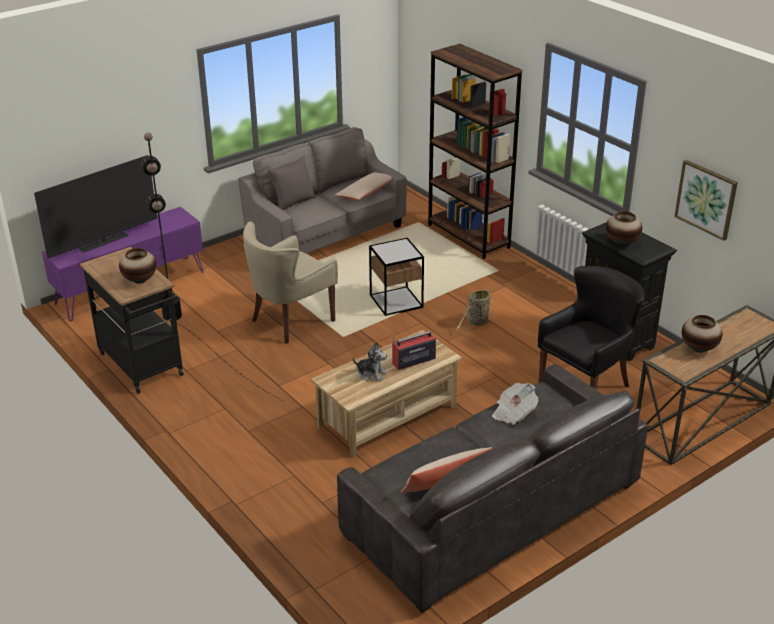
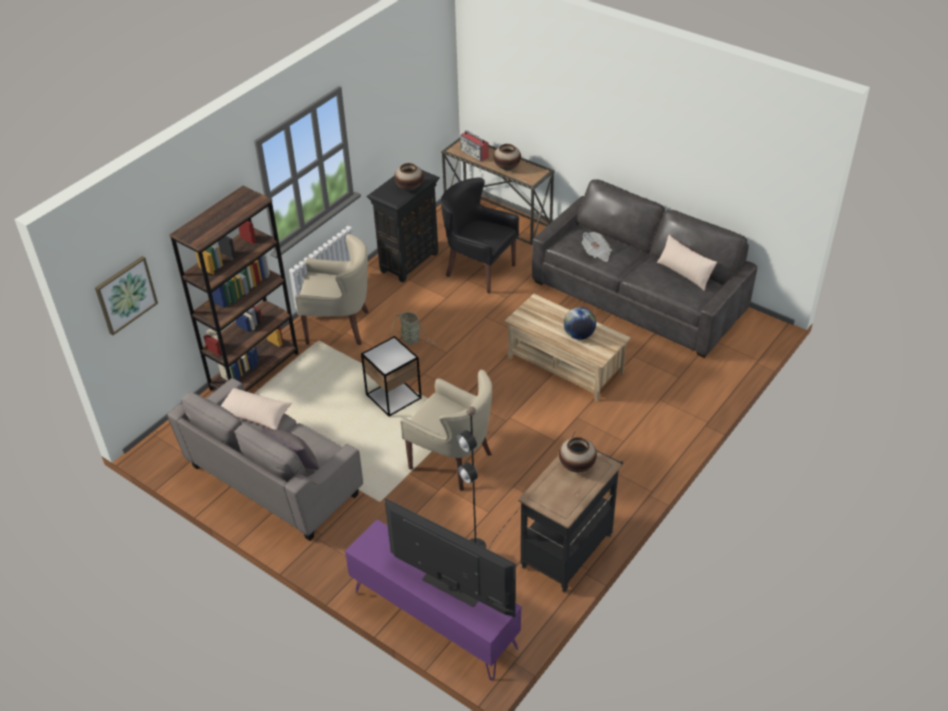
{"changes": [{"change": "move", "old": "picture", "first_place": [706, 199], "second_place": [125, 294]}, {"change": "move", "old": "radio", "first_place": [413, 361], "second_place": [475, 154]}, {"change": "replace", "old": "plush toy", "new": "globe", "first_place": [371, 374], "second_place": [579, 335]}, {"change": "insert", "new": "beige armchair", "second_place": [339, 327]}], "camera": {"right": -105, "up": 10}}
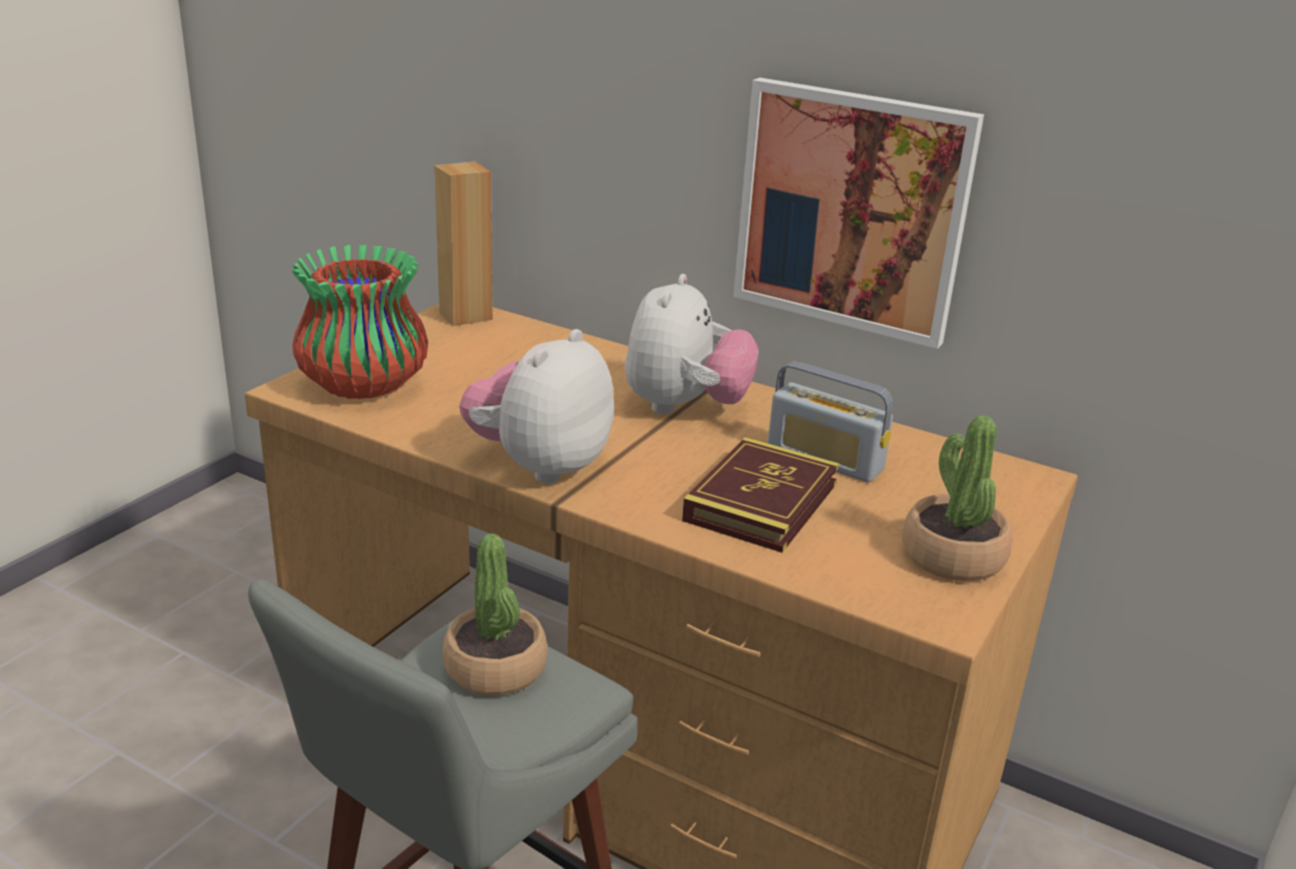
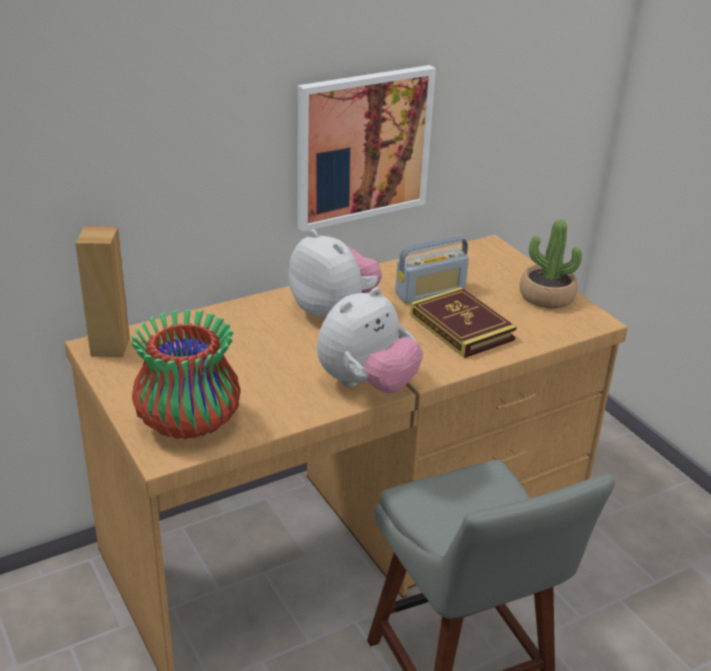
{"changes": [{"change": "rotate", "old": "plush toy", "first_place": [539, 466], "second_place": [367, 384], "degrees": -105}, {"change": "delete", "old": "potted plant", "first_place": [496, 667]}], "camera": {"right": -60, "up": 5}}
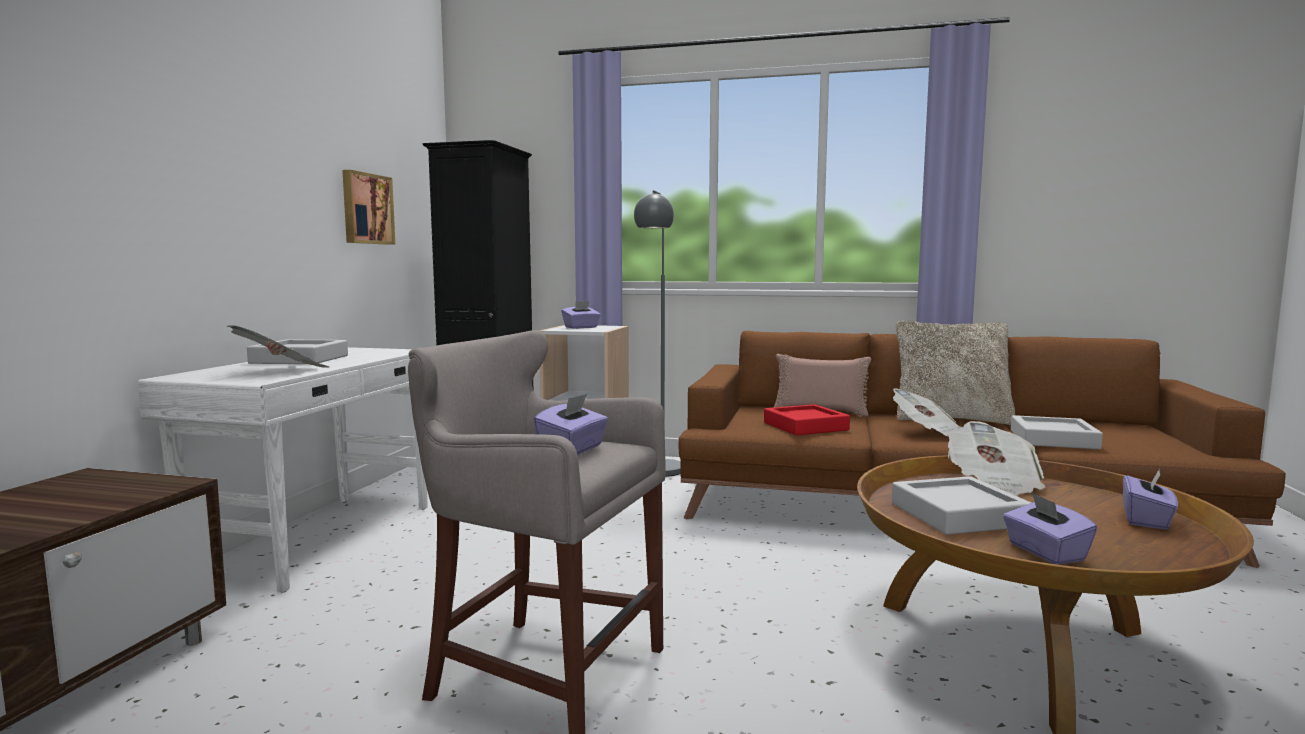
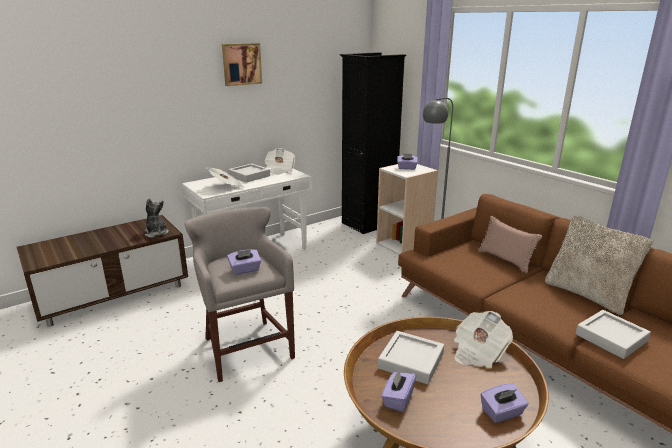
{"changes": [{"change": "move", "old": "picture", "first_place": [366, 209], "second_place": [241, 64]}, {"change": "move", "old": "newspaper", "first_place": [927, 433], "second_place": [280, 170]}, {"change": "delete", "old": "red tray", "first_place": [805, 426]}, {"change": "insert", "new": "plush toy", "second_place": [156, 233]}], "camera": {"right": 40, "up": 15}}
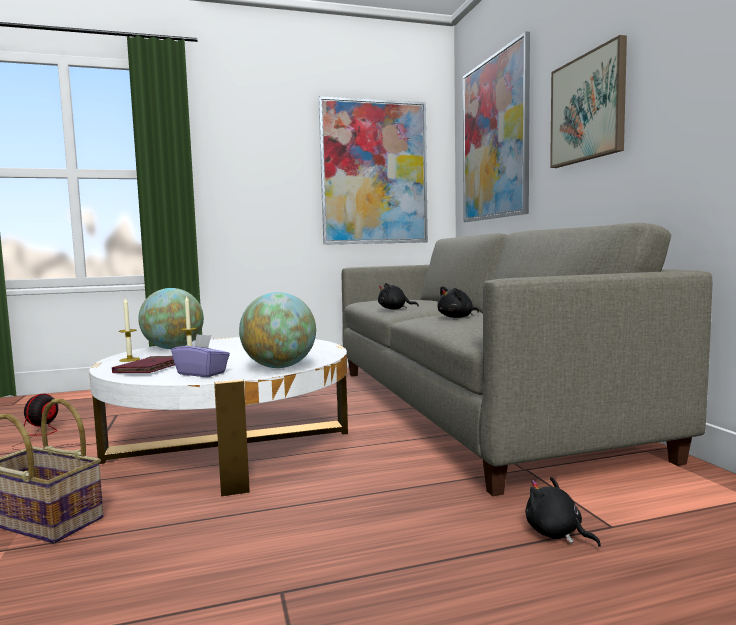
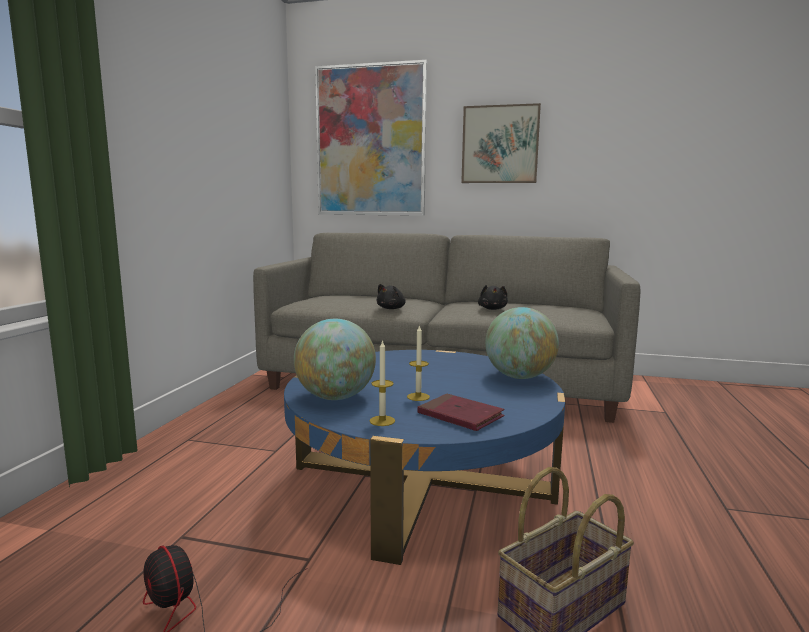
{"changes": [{"change": "delete", "old": "picture", "first_place": [374, 173]}, {"change": "delete", "old": "purple tissue box", "first_place": [202, 373]}, {"change": "recolor", "old": "white coffee table", "new": "blue coffee table", "first_place": [230, 444], "second_place": [421, 480]}, {"change": "delete", "old": "black plush toy", "first_place": [556, 533]}], "camera": {"right": -60, "up": 5}}
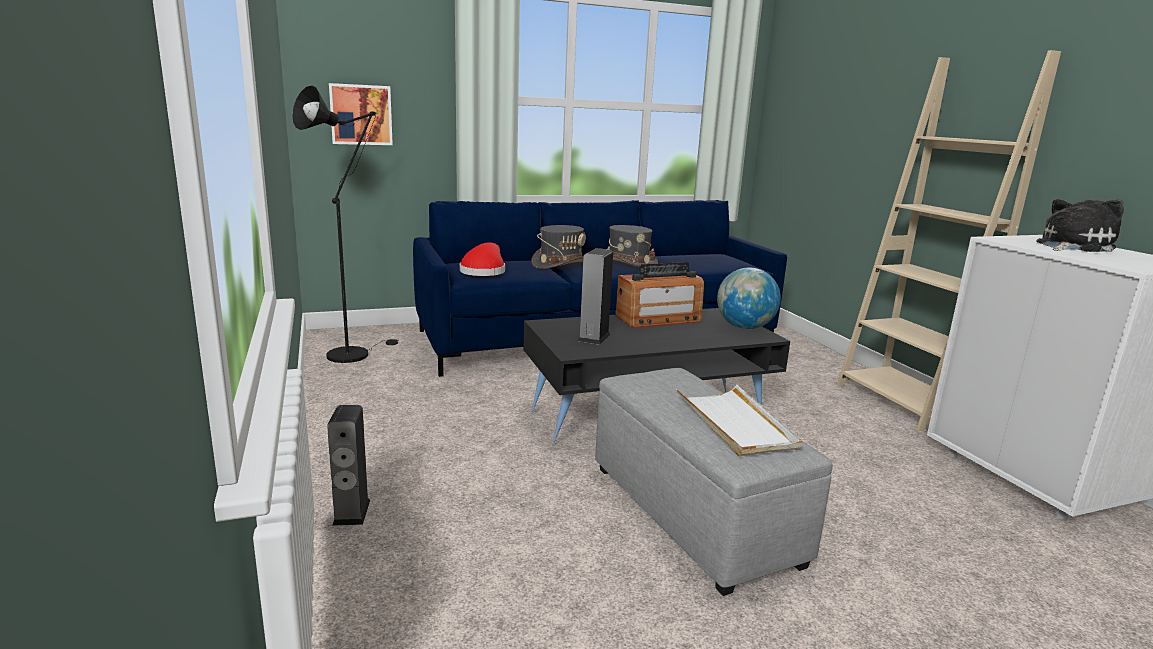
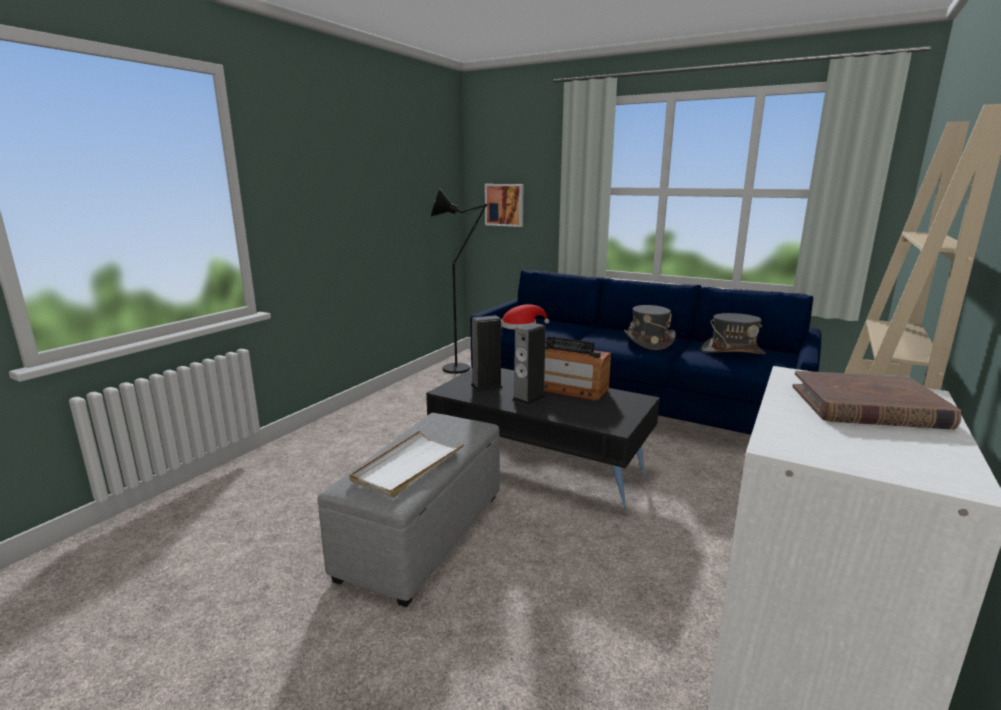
{"changes": [{"change": "replace", "old": "plush toy", "new": "brown book", "first_place": [1071, 246], "second_place": [867, 406]}, {"change": "move", "old": "grey hat", "first_place": [560, 264], "second_place": [732, 351]}, {"change": "delete", "old": "globe", "first_place": [744, 327]}, {"change": "move", "old": "speaker", "first_place": [351, 512], "second_place": [529, 398]}], "camera": {"right": 50, "up": 0}}
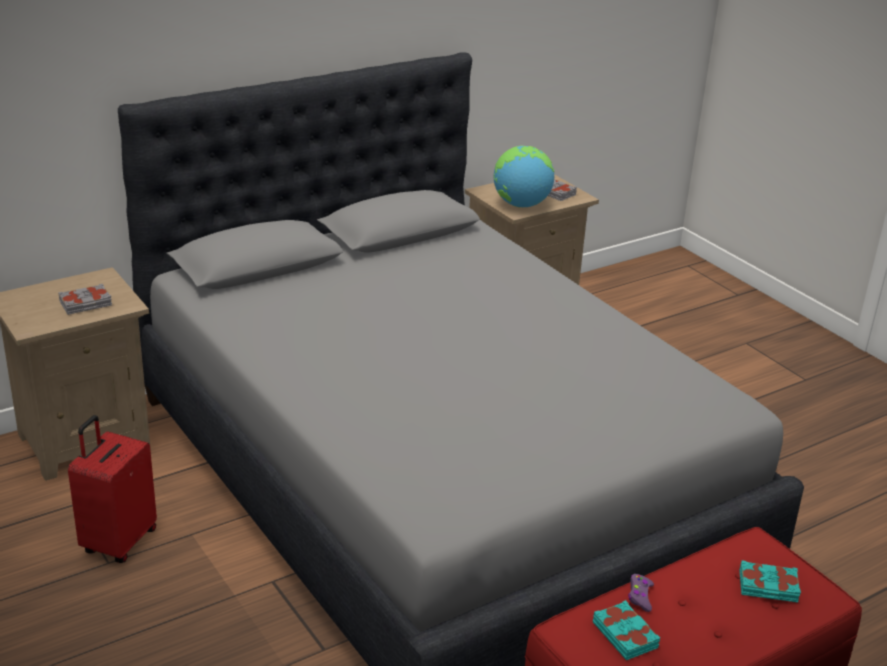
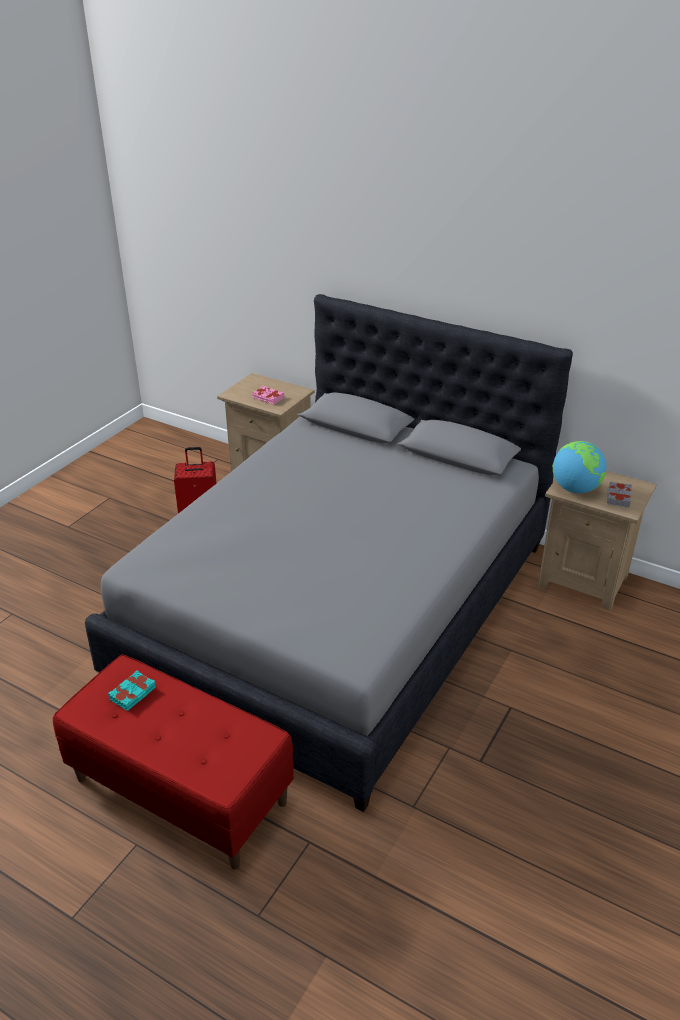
{"changes": [{"change": "recolor", "old": "grey book", "new": "pink book", "first_place": [86, 304], "second_place": [268, 398]}, {"change": "delete", "old": "turquoise book", "first_place": [768, 587]}, {"change": "delete", "old": "purple game controller", "first_place": [640, 596]}], "camera": {"right": 65, "up": 5}}
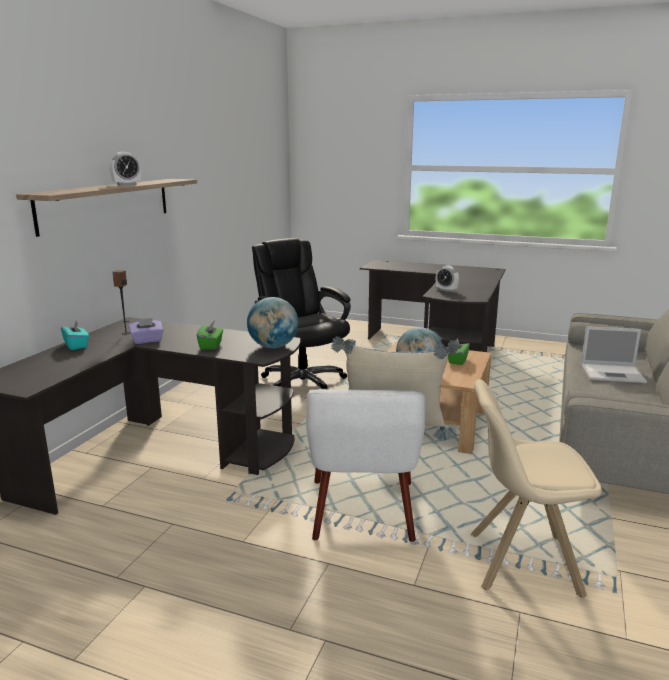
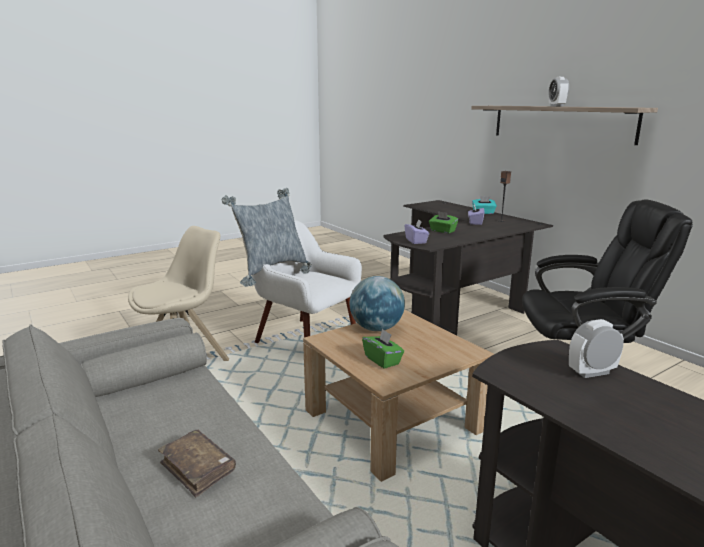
{"changes": [{"change": "replace", "old": "globe", "new": "purple tissue box", "first_place": [273, 347], "second_place": [416, 241]}, {"change": "replace", "old": "laptop", "new": "brown book", "first_place": [613, 373], "second_place": [198, 469]}], "camera": {"right": 125, "up": 0}}
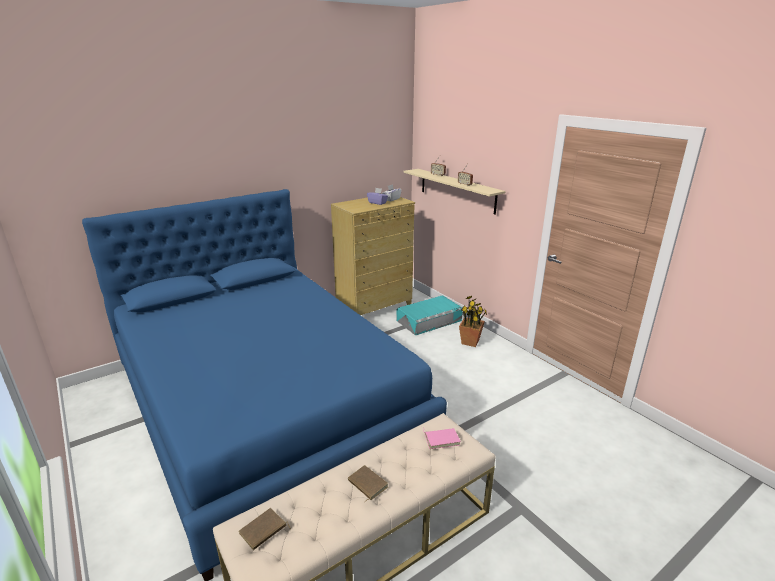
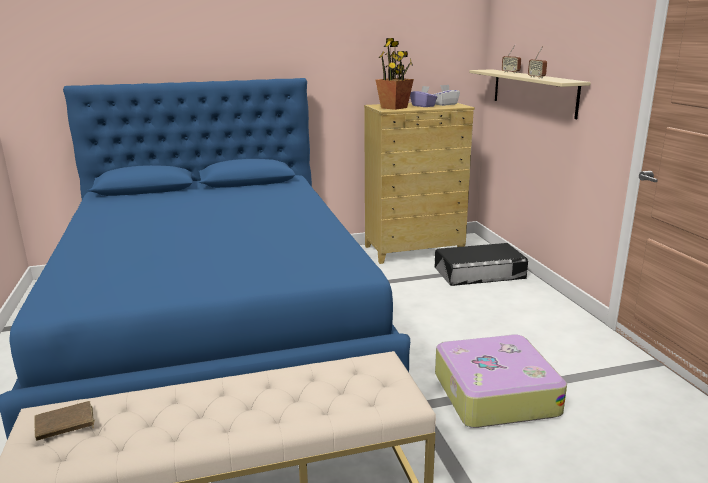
{"changes": [{"change": "recolor", "old": "turquoise storage box", "new": "black storage box", "first_place": [429, 321], "second_place": [479, 273]}, {"change": "move", "old": "potted plant", "first_place": [470, 342], "second_place": [394, 107]}, {"change": "delete", "old": "pink book", "first_place": [441, 439]}, {"change": "delete", "old": "brown book", "first_place": [366, 484]}, {"change": "insert", "new": "suitcase", "second_place": [493, 393]}], "camera": {"right": 20, "up": -5}}
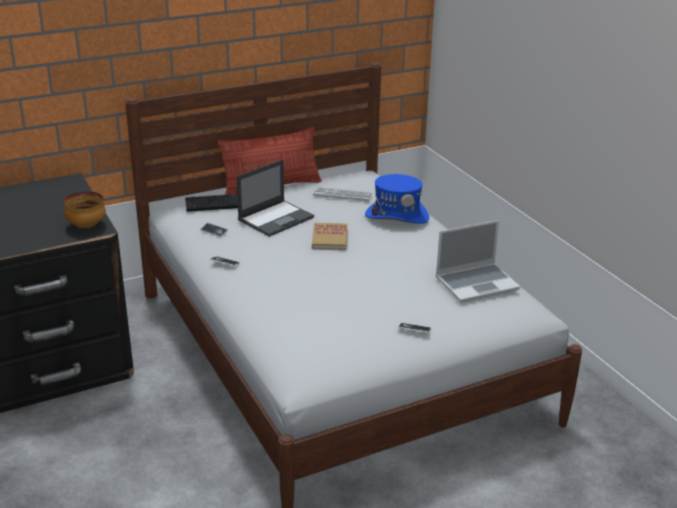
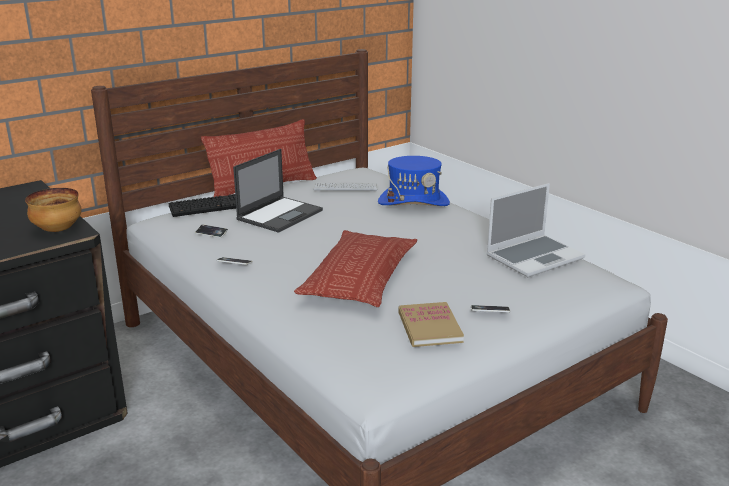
{"changes": [{"change": "move", "old": "book", "first_place": [329, 238], "second_place": [429, 327]}, {"change": "insert", "new": "pillow", "second_place": [360, 276]}], "camera": {"right": -10, "up": -5}}
